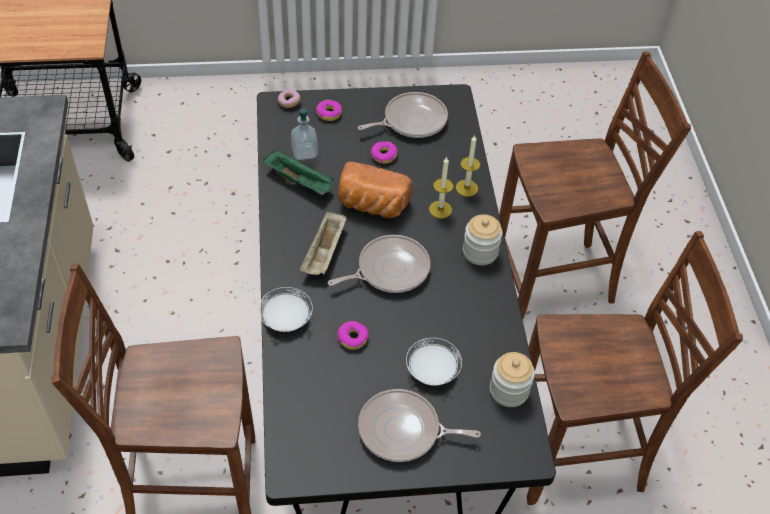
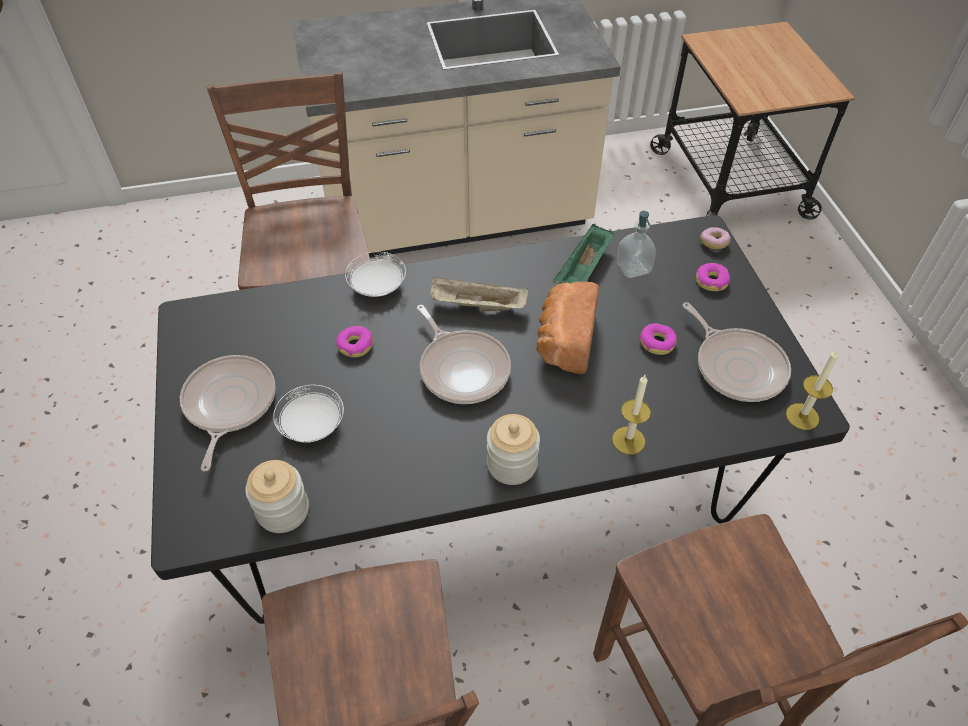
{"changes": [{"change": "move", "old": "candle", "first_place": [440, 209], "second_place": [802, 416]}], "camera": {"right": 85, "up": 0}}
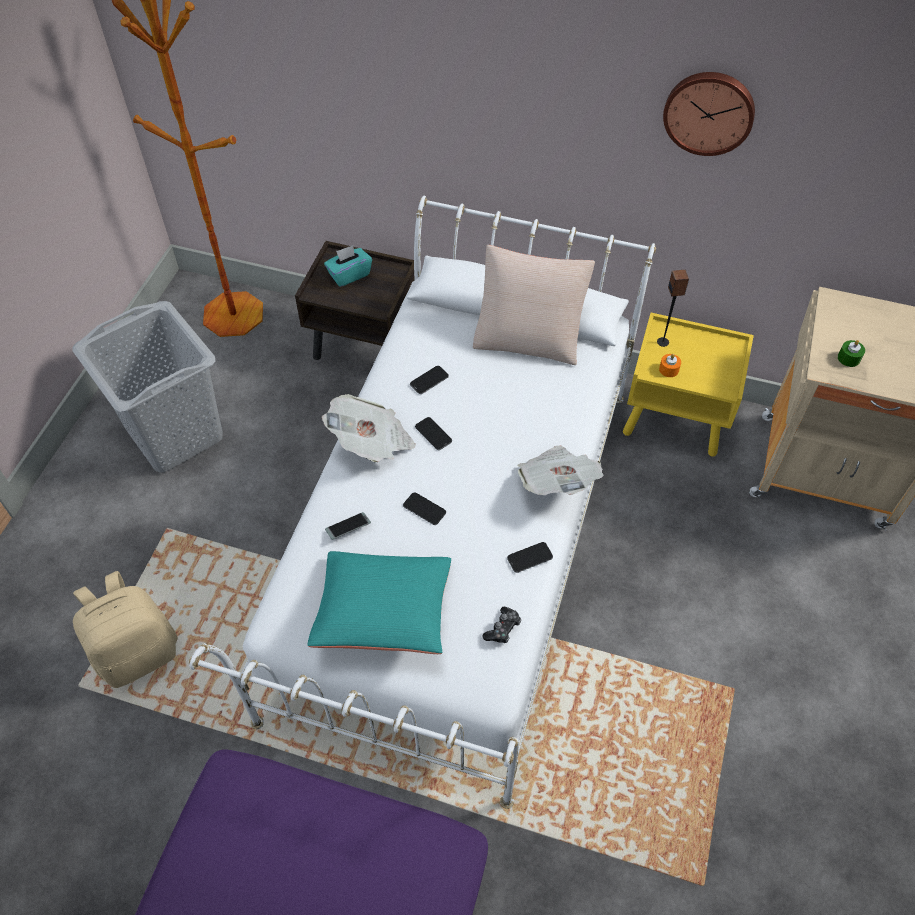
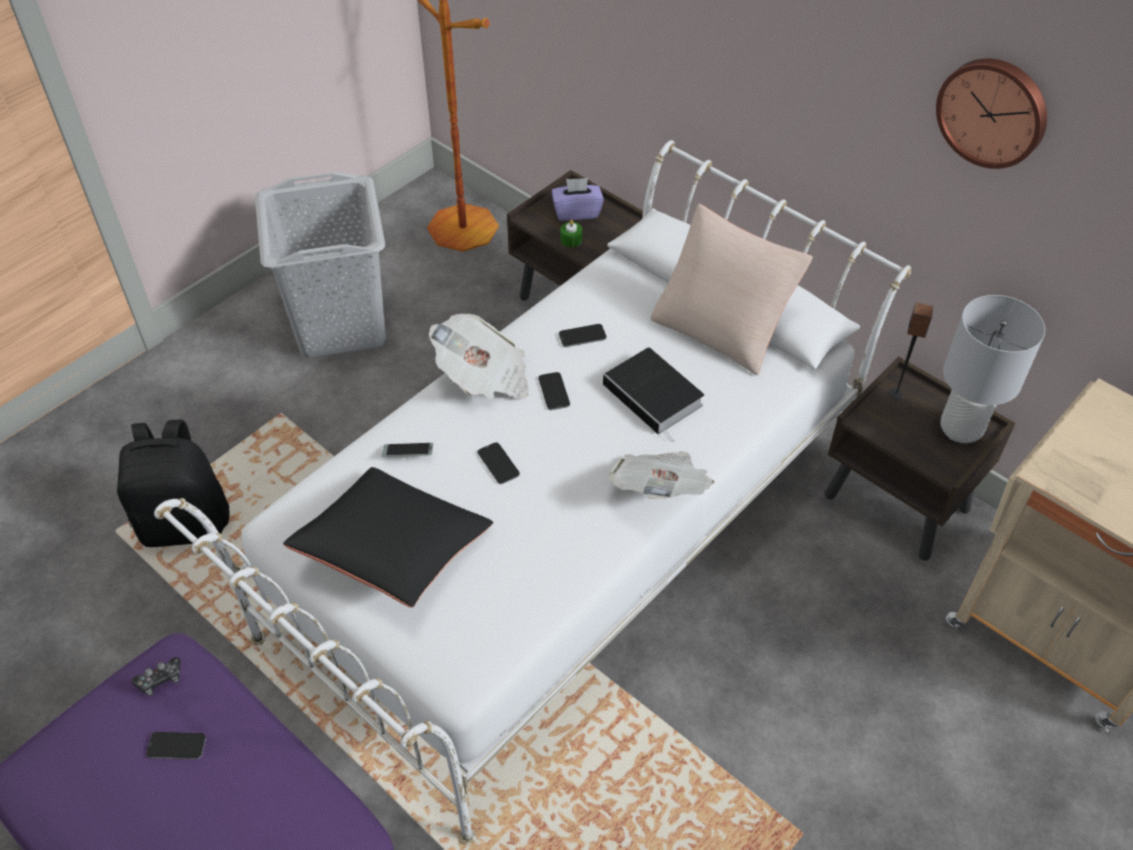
{"changes": [{"change": "recolor", "old": "turquoise tissue box", "new": "purple tissue box", "first_place": [349, 275], "second_place": [577, 212]}, {"change": "recolor", "old": "yellow nightstand", "new": "brown nightstand", "first_place": [675, 420], "second_place": [898, 503]}, {"change": "move", "old": "green candle", "first_place": [848, 358], "second_place": [571, 240]}, {"change": "delete", "old": "orange candle", "first_place": [668, 369]}, {"change": "move", "old": "phone", "first_place": [529, 558], "second_place": [176, 746]}, {"change": "recolor", "old": "turquoise pillow", "new": "black pillow", "first_place": [384, 612], "second_place": [394, 550]}, {"change": "recolor", "old": "beige backpack", "new": "black backpack", "first_place": [138, 653], "second_place": [186, 522]}, {"change": "move", "old": "game controller", "first_place": [503, 629], "second_place": [160, 680]}, {"change": "insert", "new": "grey table lamp", "second_place": [959, 430]}, {"change": "insert", "new": "book", "second_place": [655, 396]}], "camera": {"right": 25, "up": -5}}
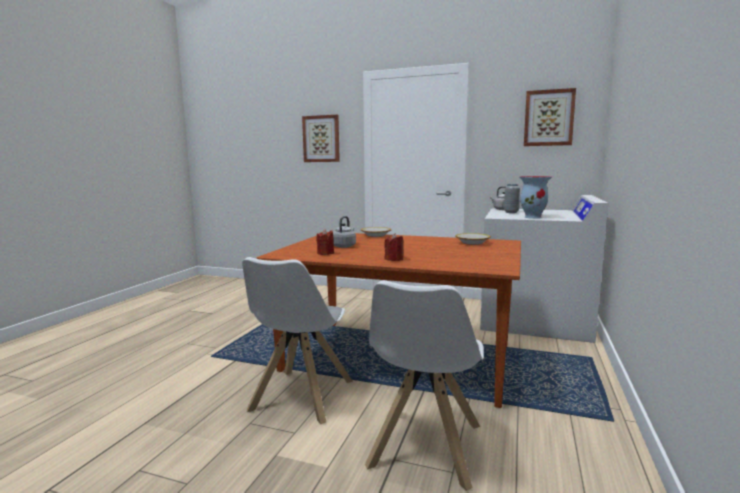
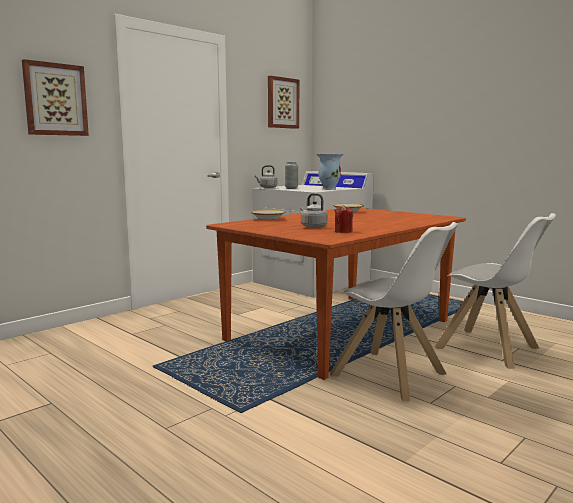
{"changes": [{"change": "delete", "old": "red candle", "first_place": [394, 259]}], "camera": {"right": -65, "up": 0}}
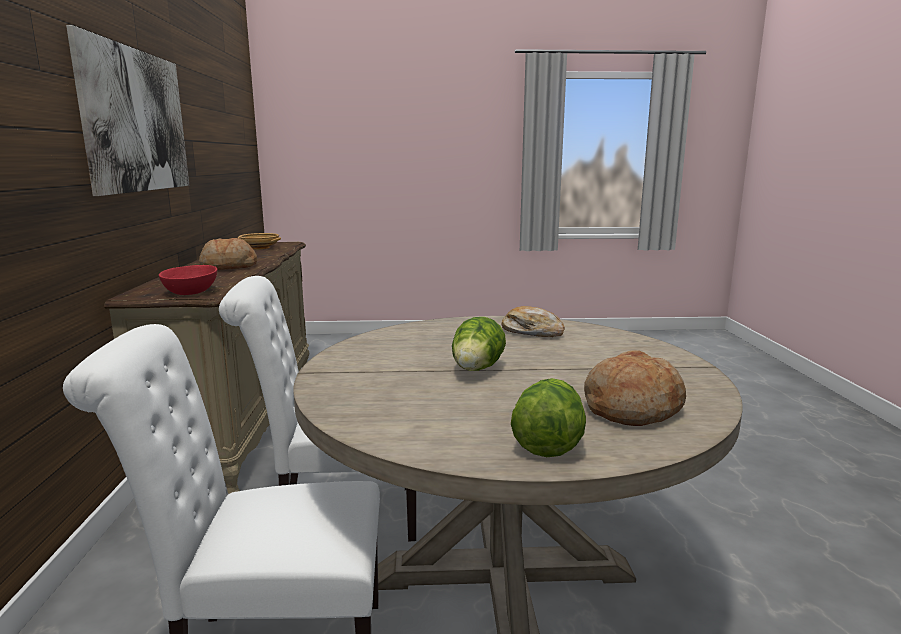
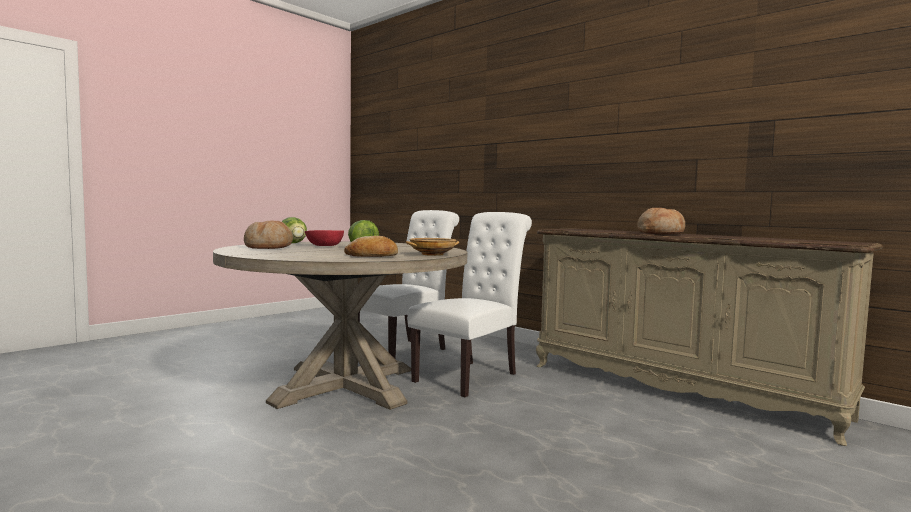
{"changes": [{"change": "delete", "old": "picture", "first_place": [137, 121]}, {"change": "move", "old": "beige bowl", "first_place": [259, 248], "second_place": [432, 254]}, {"change": "move", "old": "red bowl", "first_place": [191, 292], "second_place": [325, 246]}], "camera": {"right": 135, "up": -10}}
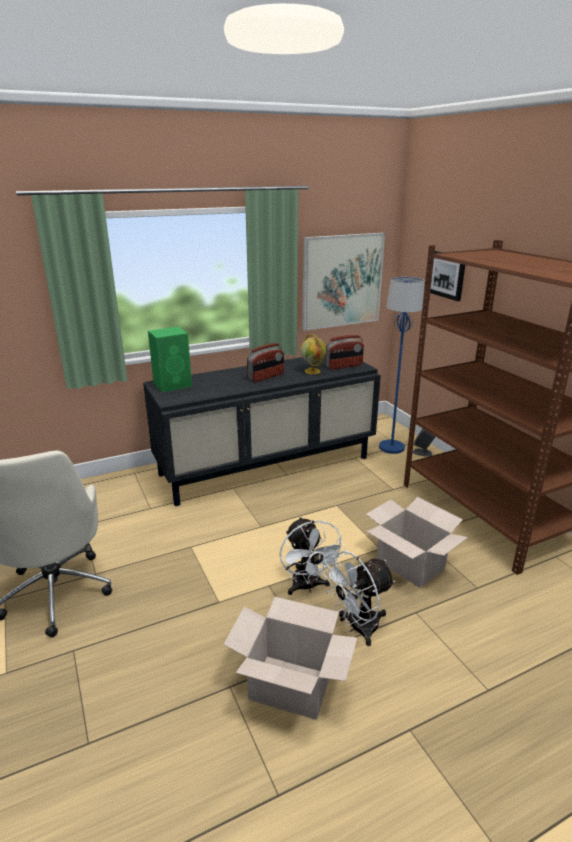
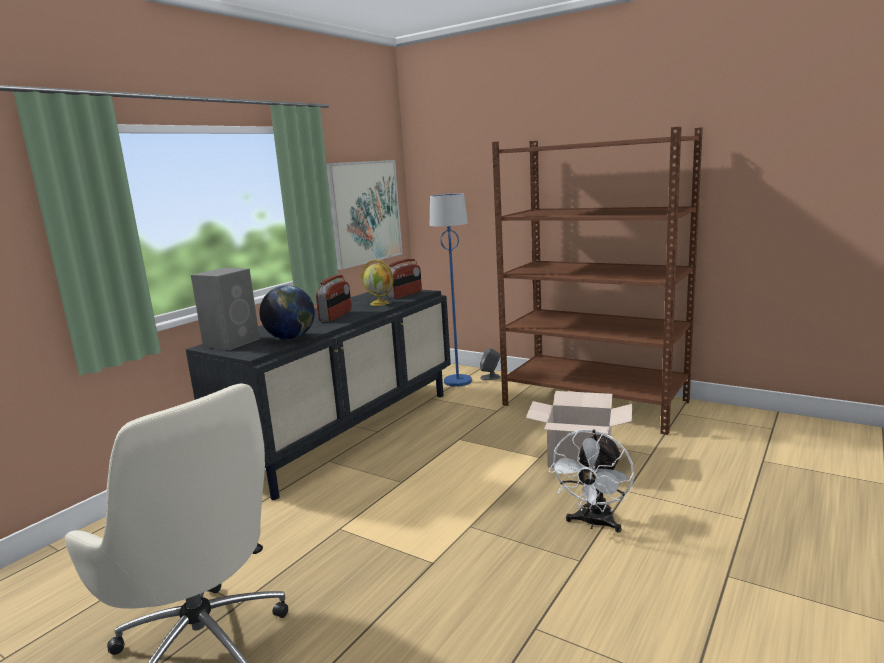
{"changes": [{"change": "delete", "old": "picture", "first_place": [446, 275]}, {"change": "recolor", "old": "green speaker", "new": "grey speaker", "first_place": [173, 384], "second_place": [232, 342]}, {"change": "delete", "old": "white fan", "first_place": [307, 587]}, {"change": "delete", "old": "cardboard box", "first_place": [290, 687]}, {"change": "insert", "new": "globe", "second_place": [291, 338]}], "camera": {"right": -30, "up": -10}}
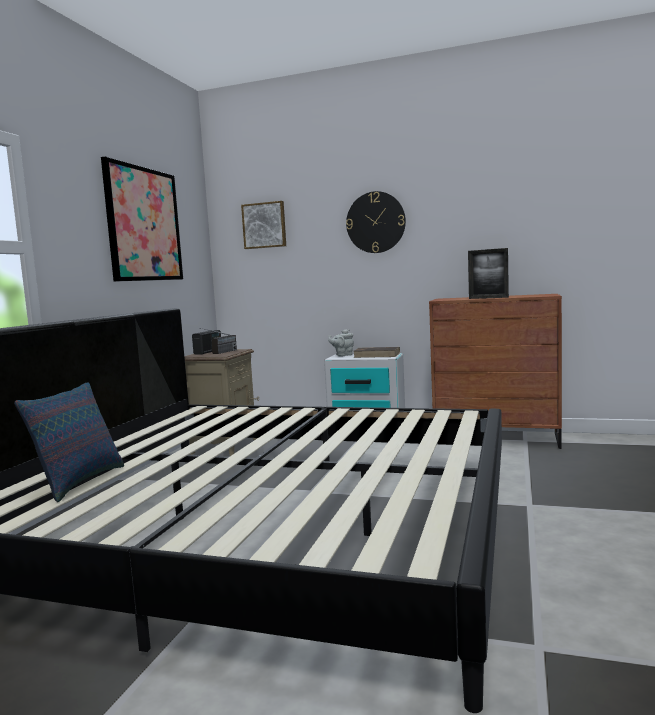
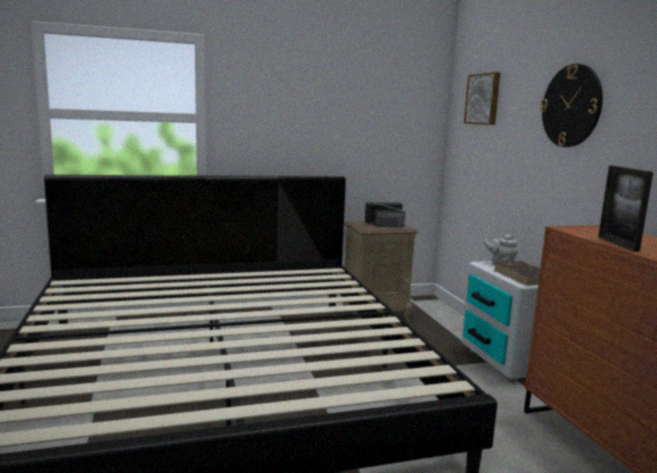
{"changes": [{"change": "delete", "old": "picture", "first_place": [144, 224]}, {"change": "delete", "old": "blue pillow", "first_place": [80, 482]}], "camera": {"right": 55, "up": 5}}
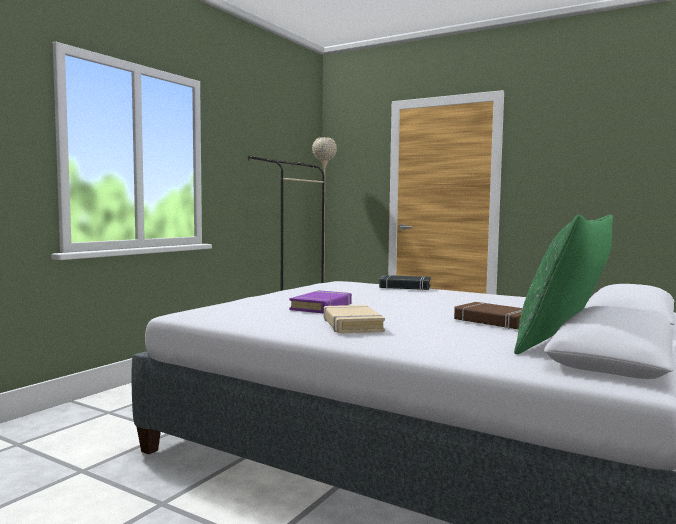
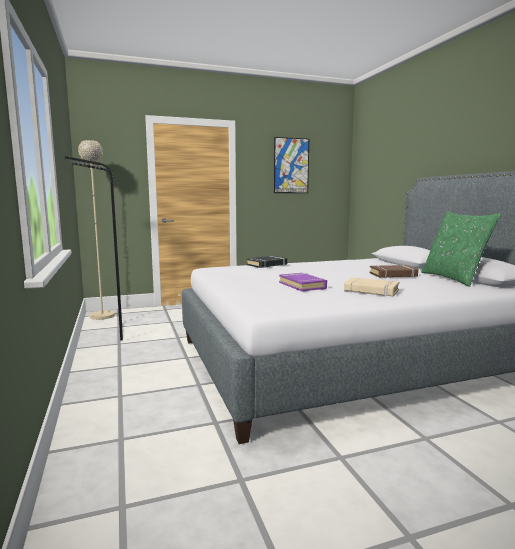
{"changes": [{"change": "insert", "new": "picture", "second_place": [291, 165]}], "camera": {"right": -50, "up": 5}}
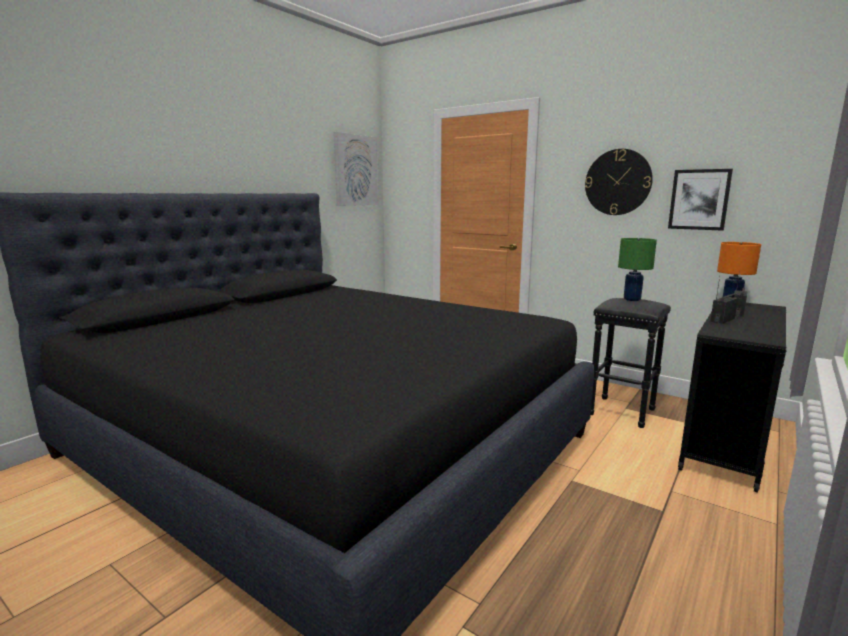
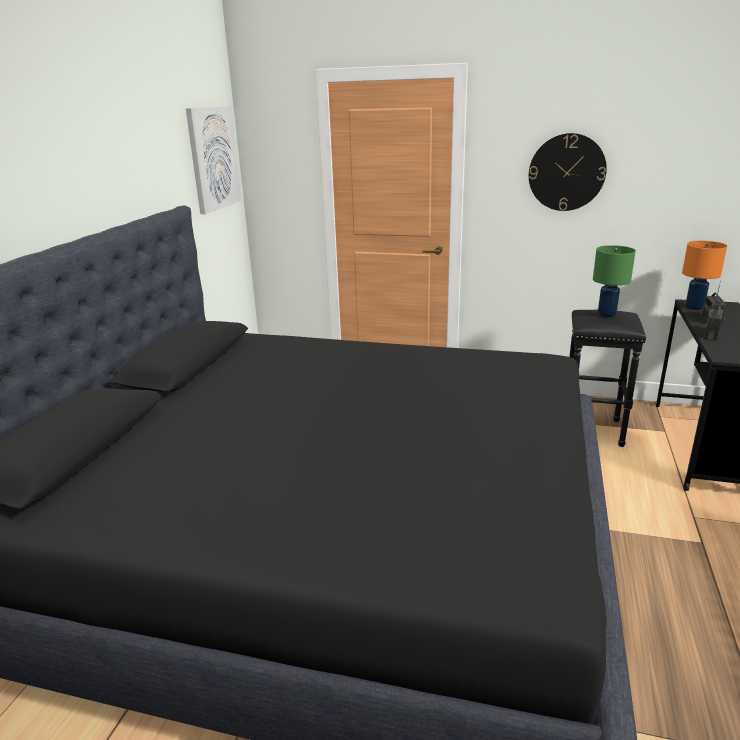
{"changes": [{"change": "delete", "old": "picture", "first_place": [699, 199]}], "camera": {"right": -20, "up": 10}}
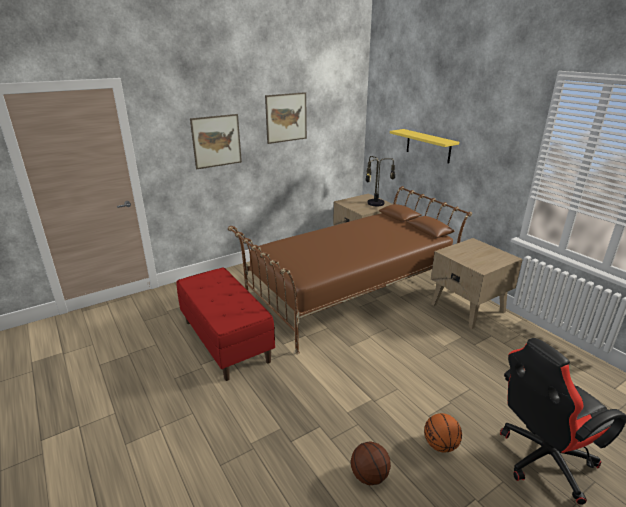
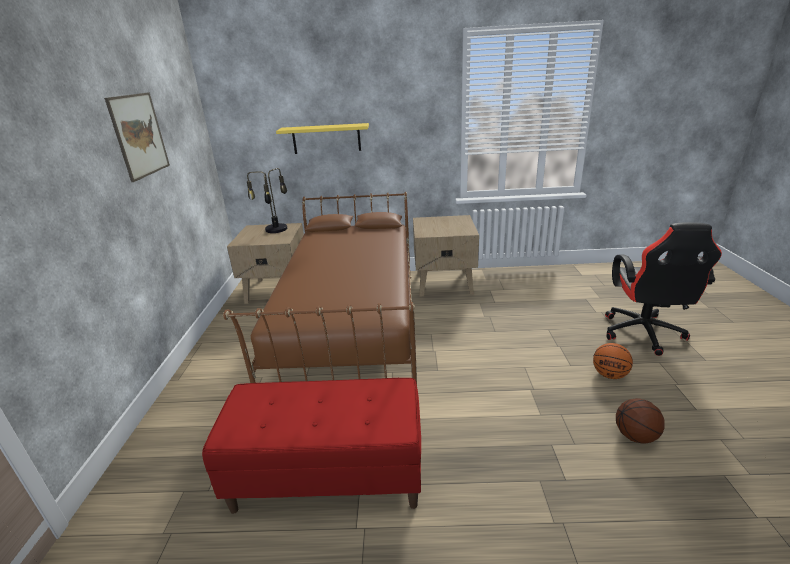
{"changes": [{"change": "delete", "old": "picture", "first_place": [216, 141]}], "camera": {"right": -55, "up": 0}}
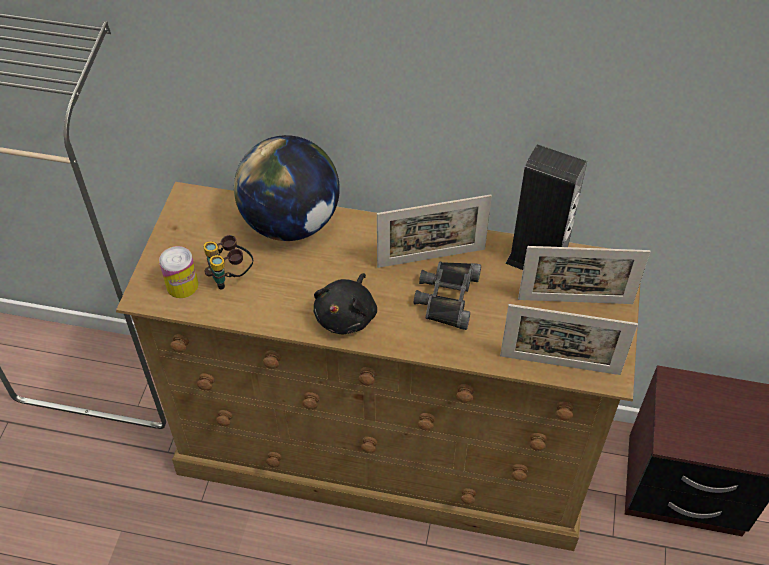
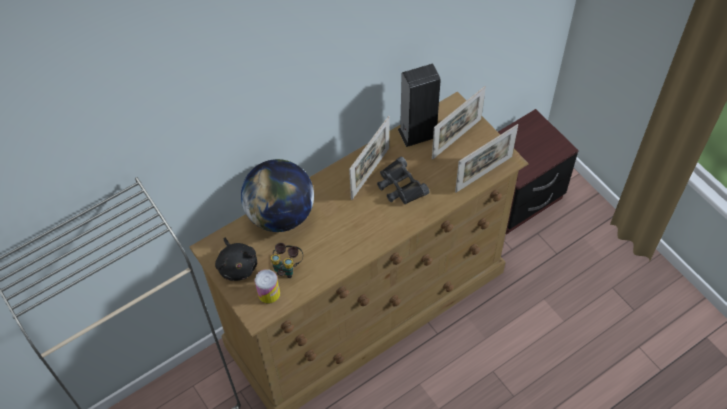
{"changes": [{"change": "move", "old": "black plush toy", "first_place": [347, 315], "second_place": [237, 265]}], "camera": {"right": -45, "up": 5}}
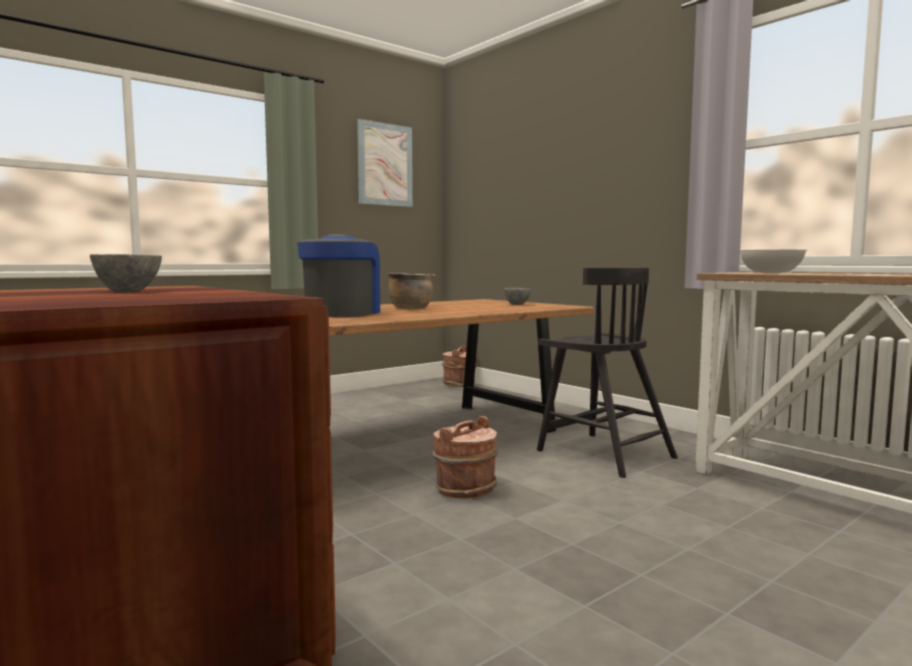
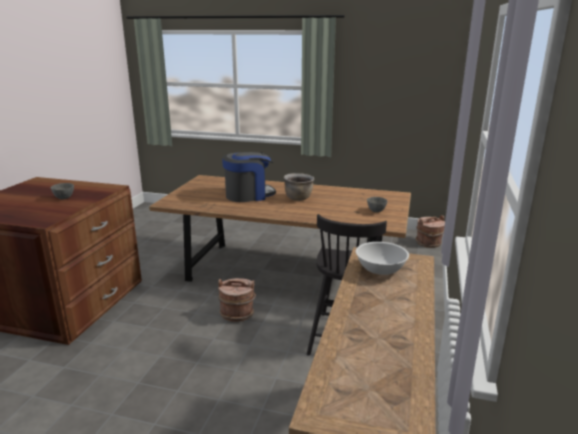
{"changes": [{"change": "delete", "old": "picture", "first_place": [385, 164]}], "camera": {"right": 55, "up": 15}}
